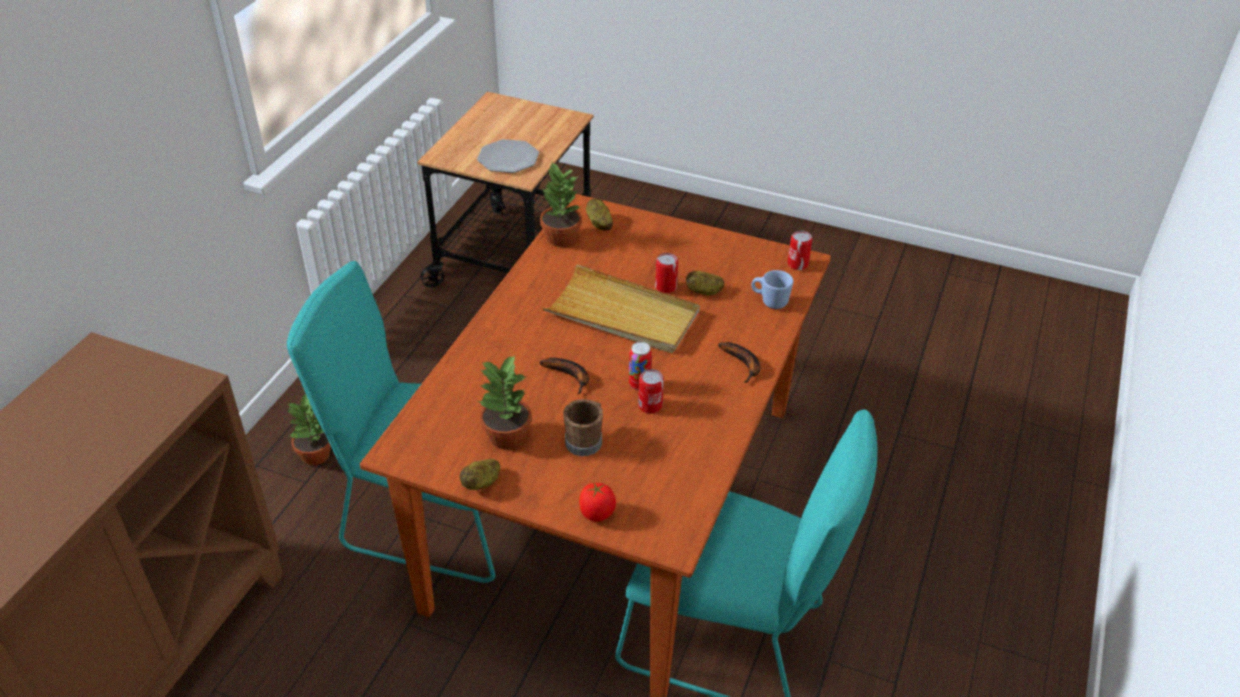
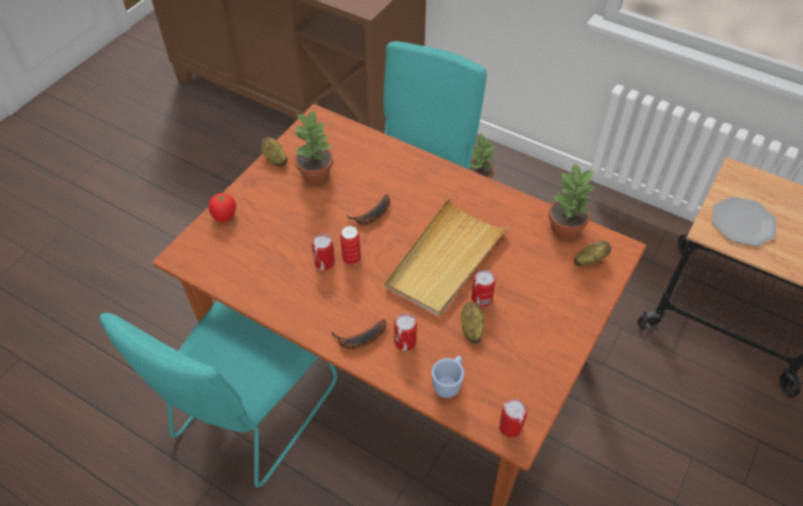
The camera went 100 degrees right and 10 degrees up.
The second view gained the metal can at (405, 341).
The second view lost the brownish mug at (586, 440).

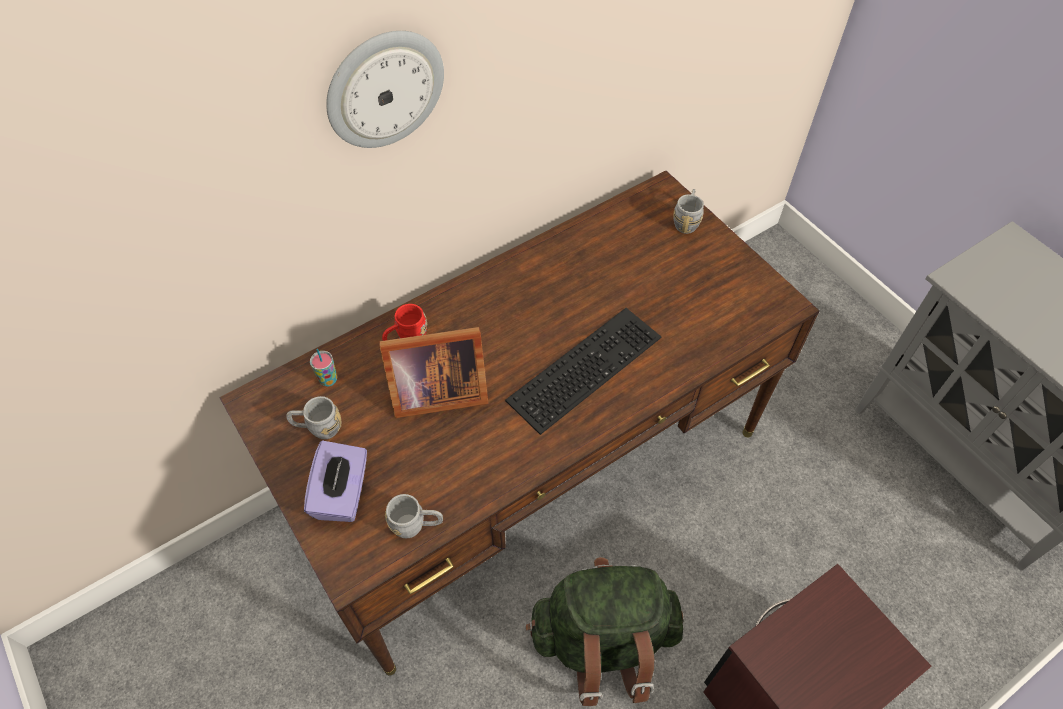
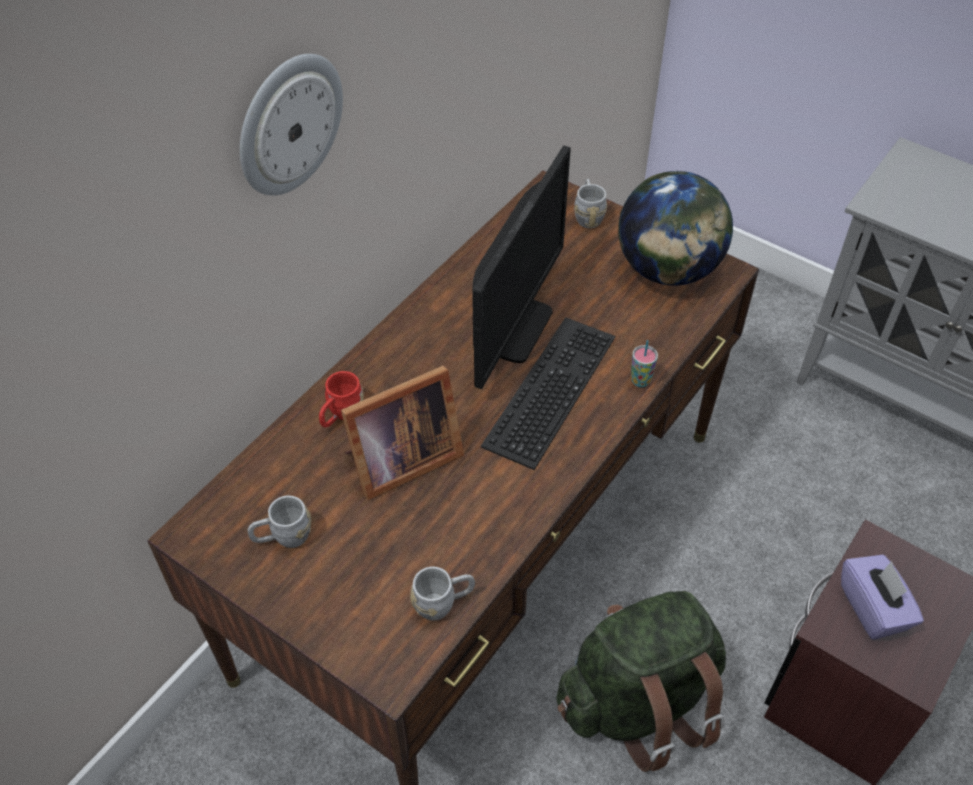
The camera went 20 degrees left and 5 degrees down.
The second view gained the computer screen at (514, 328).
The second view gained the globe at (667, 270).
The drinking cup ended up elsewhere, having gone from (328, 380) to (640, 381).
The purple-coloured tissue holder ended up elsewhere, having gone from (343, 493) to (873, 608).

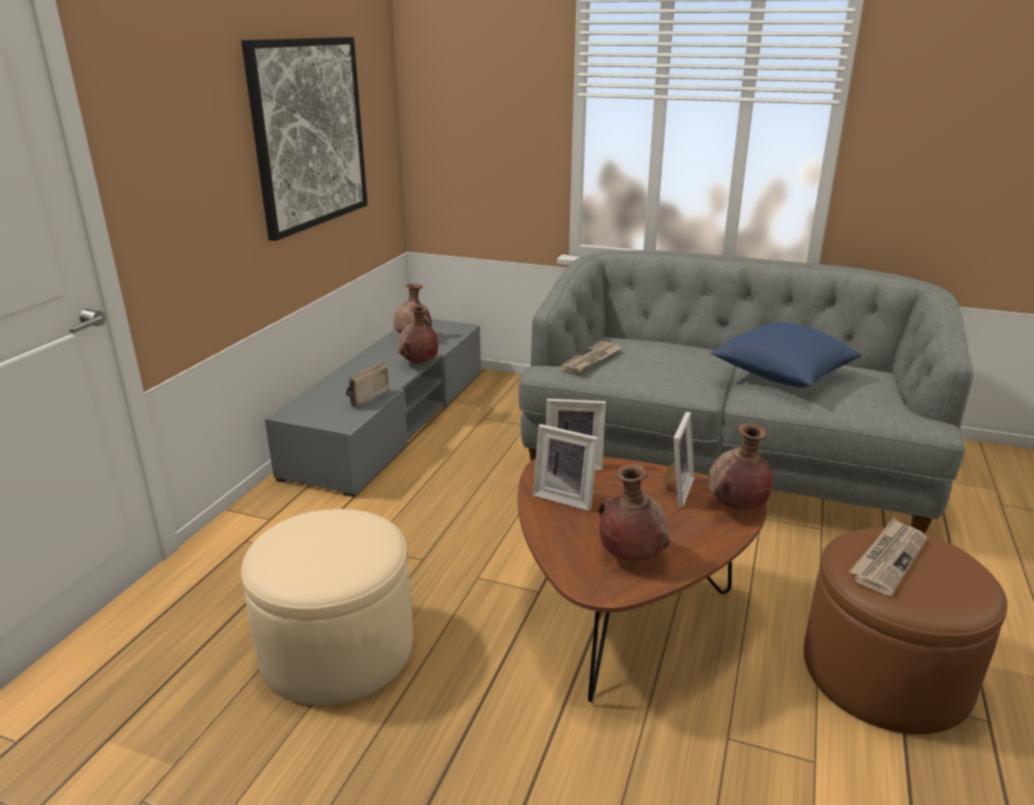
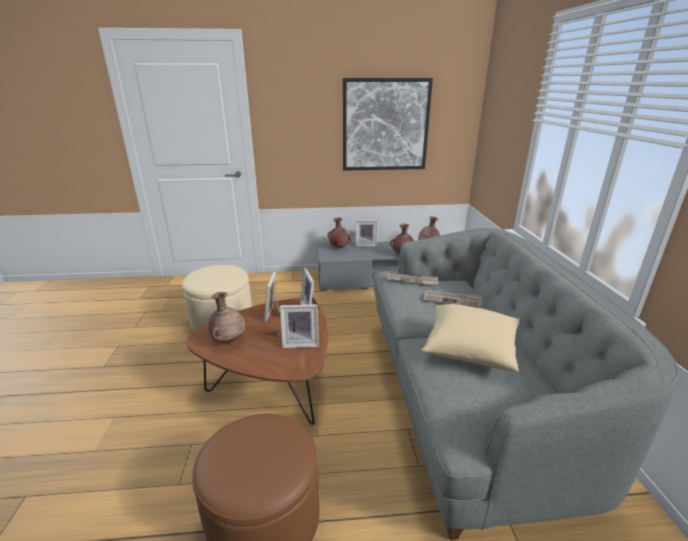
The camera went 65 degrees right and 0 degrees up.
The brownish flower vase ended up elsewhere, having gone from (735, 507) to (339, 247).
The second view gained the picture frame at (366, 244).
What was the blue cushion at (782, 375) turned into the sand-coloured cushion at (469, 349).
The newspaper ended up elsewhere, having gone from (888, 558) to (452, 300).
The second view lost the radio receiver at (363, 398).

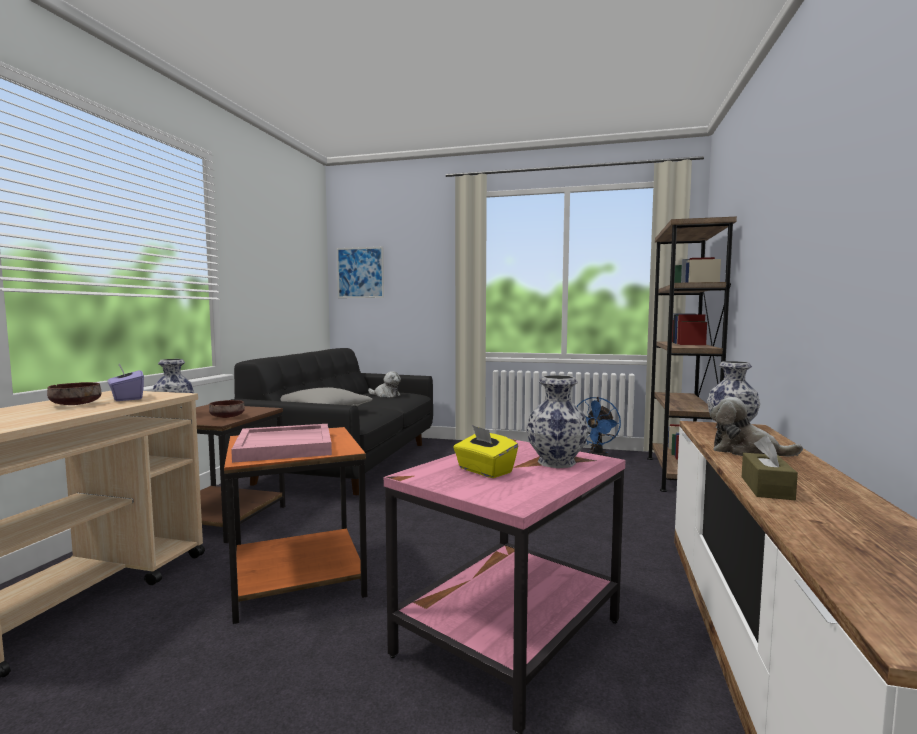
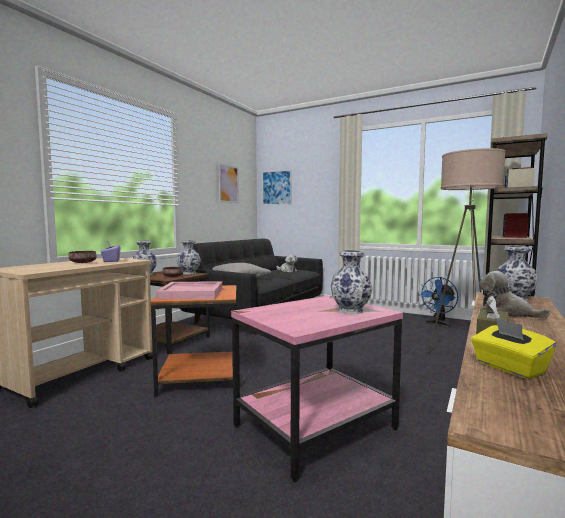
The camera went 15 degrees right and 0 degrees up.
The second view gained the flower vase at (188, 273).
The second view gained the wall art at (228, 184).
The second view gained the sand-coloured floor lamp at (462, 360).
The yellow tissue holder ended up elsewhere, having gone from (484, 471) to (509, 368).

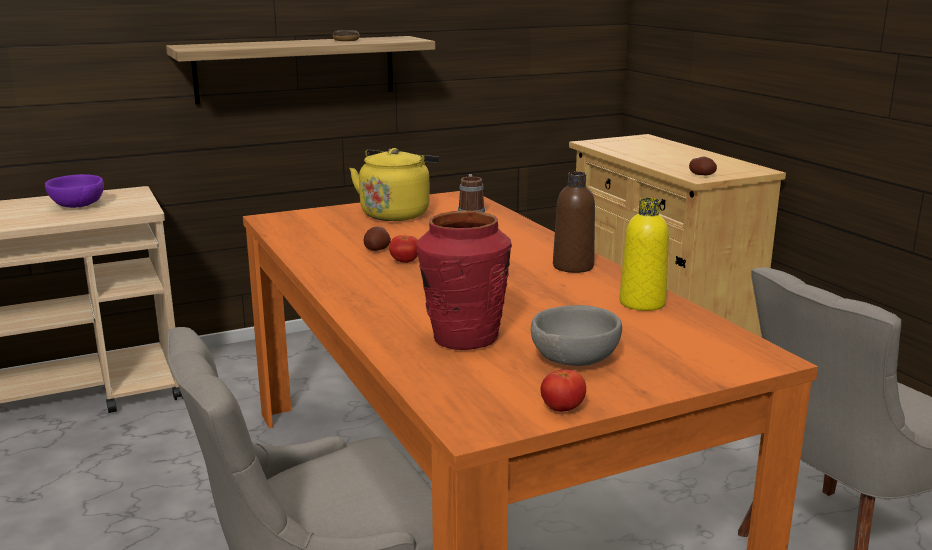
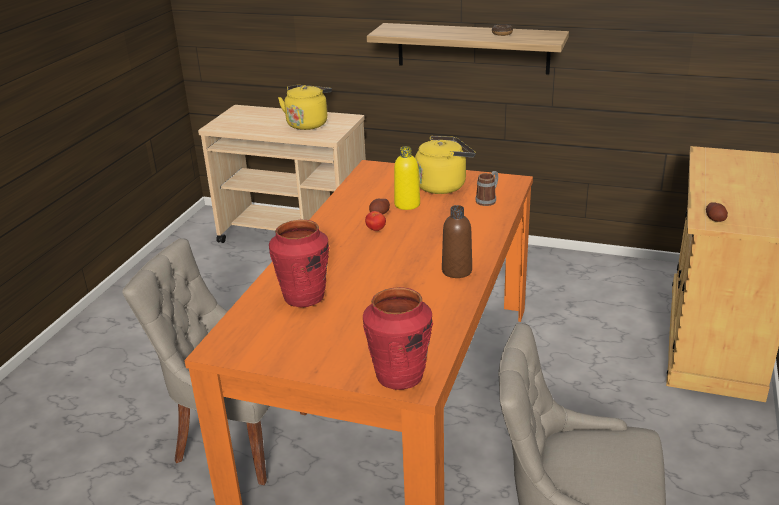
The camera went 45 degrees right and 10 degrees up.
Where the purple-coloured deep dish stood at (78, 205), the yellow water kettle came to stand at (308, 123).
The second view gained the red-coloured flower vase at (399, 376).
The yellow beverage bottle ended up elsewhere, having gone from (642, 303) to (407, 204).
The second view lost the gray deep dish at (576, 360).
The second view lost the fresh tomato at (562, 409).

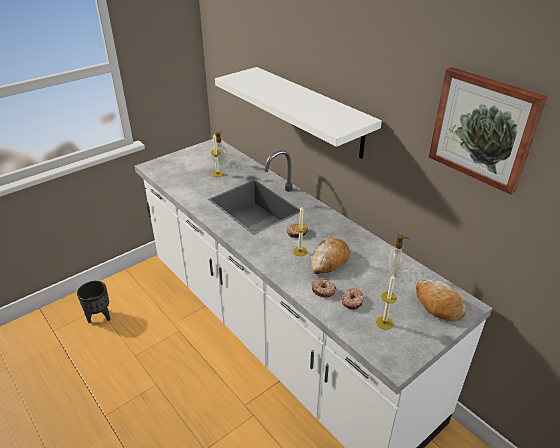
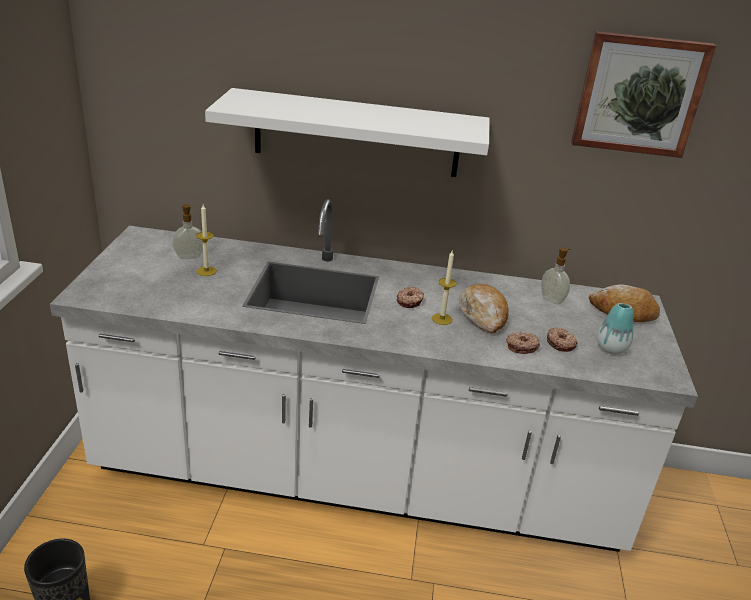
The camera went 45 degrees left and 5 degrees down.
Where the wax light stood at (384, 323), the flower vase came to stand at (611, 348).

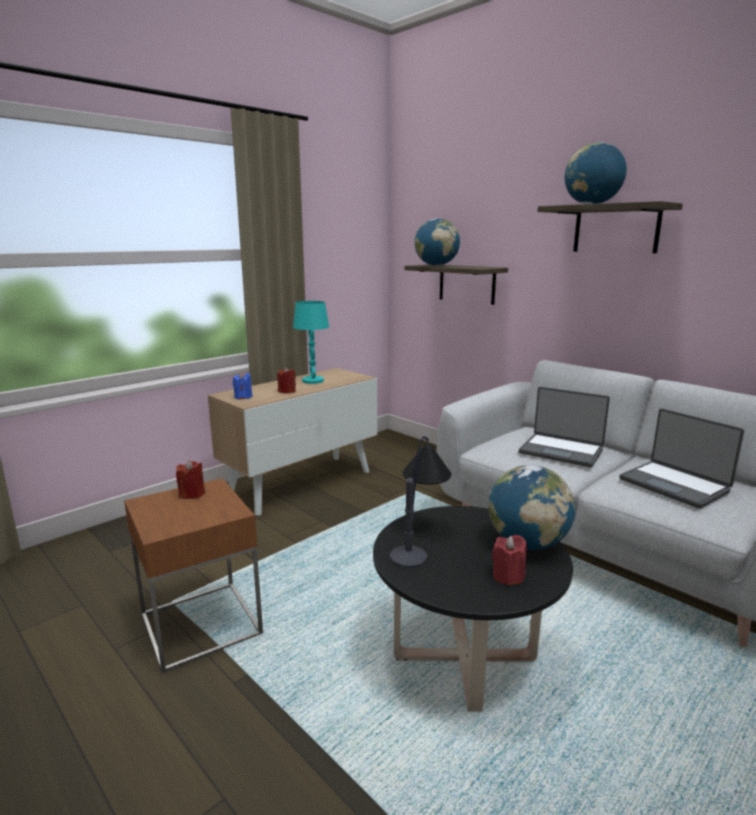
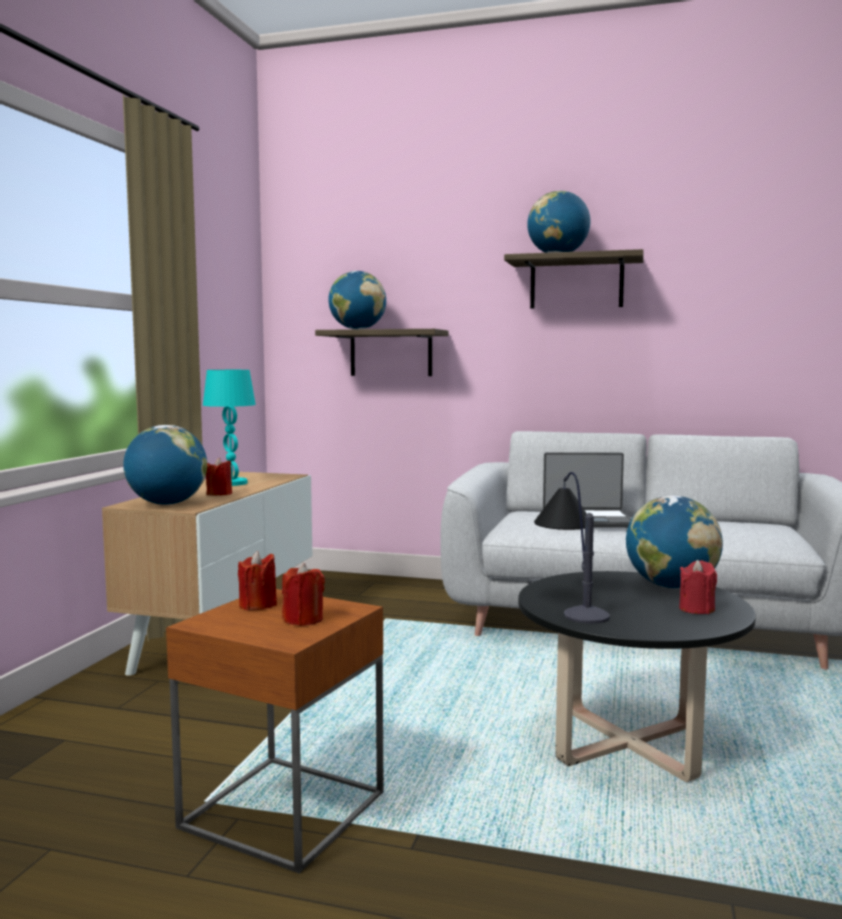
The camera went 30 degrees left and 10 degrees down.
Where the blue wax light stood at (243, 397), the globe came to stand at (167, 504).
The second view gained the red-coloured wax light at (303, 620).
The second view lost the portable computer at (674, 485).

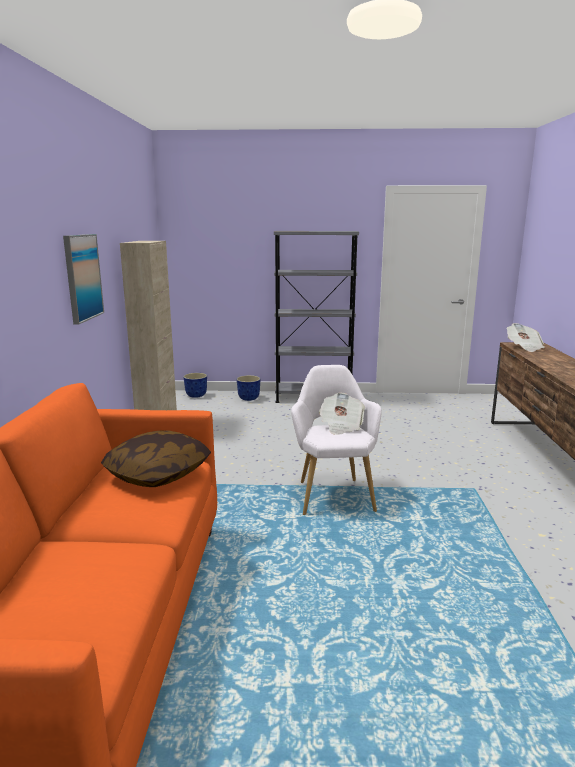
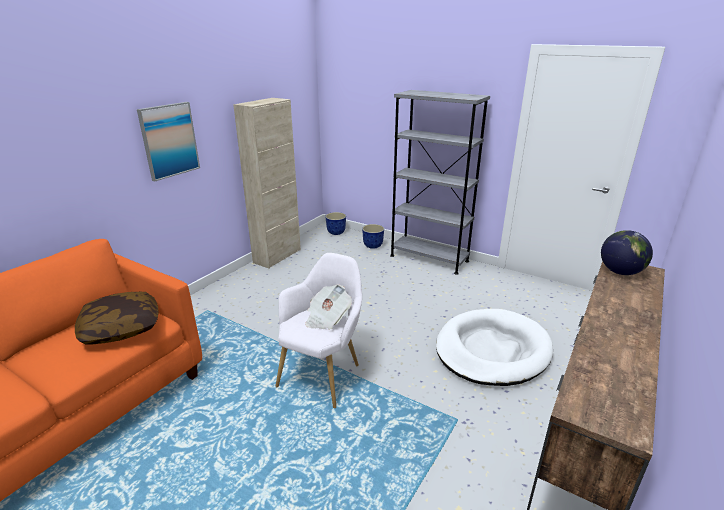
The camera went 30 degrees right and 10 degrees up.
The second view gained the whitish pet bed at (492, 350).
Where the newspaper stood at (524, 347), the globe came to stand at (620, 272).

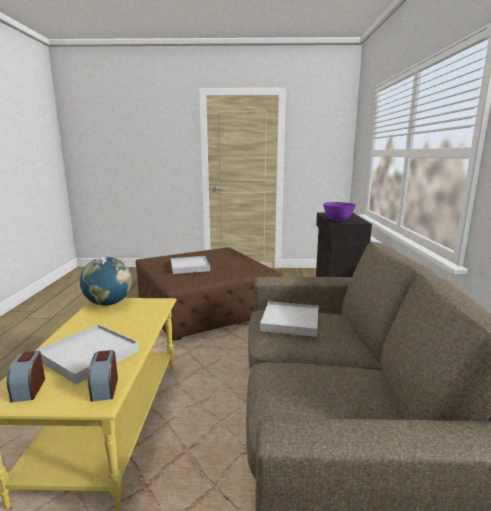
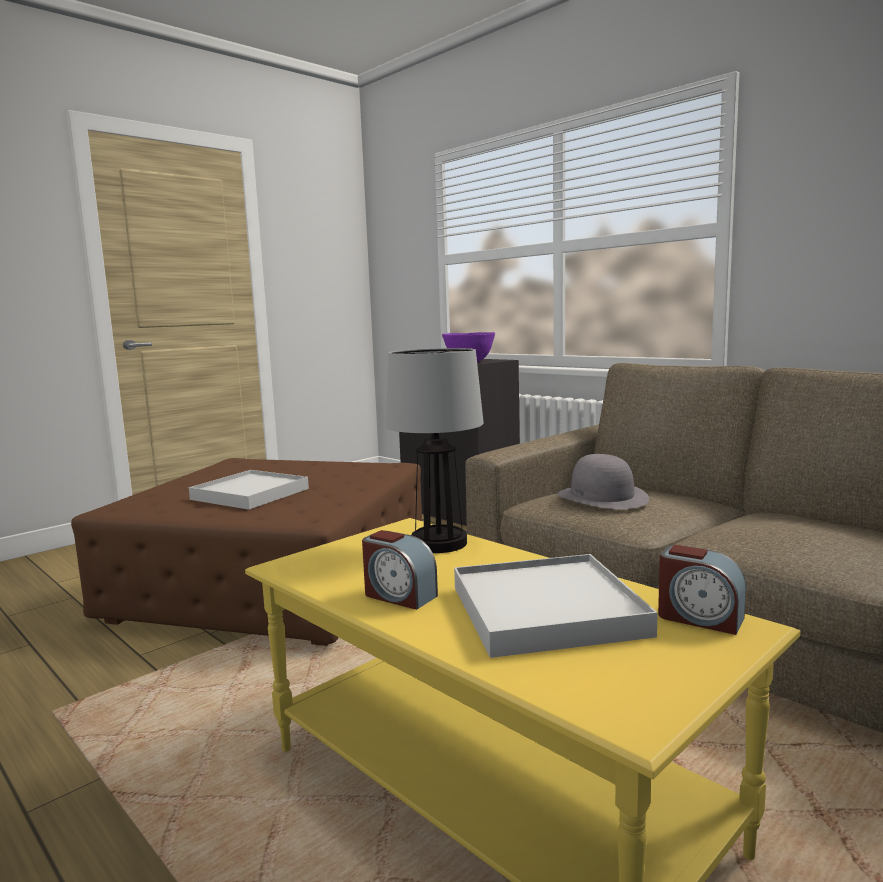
The camera went 45 degrees left and 5 degrees down.
The table clock ended up elsewhere, having gone from (29, 389) to (399, 596).
The second view gained the lamp for a table at (438, 543).
Where the whitish carrying tray stood at (290, 321), the gray clothing hat came to stand at (602, 497).
The second view lost the globe at (108, 303).

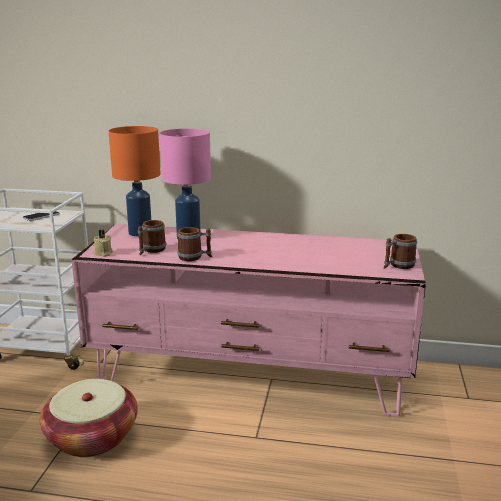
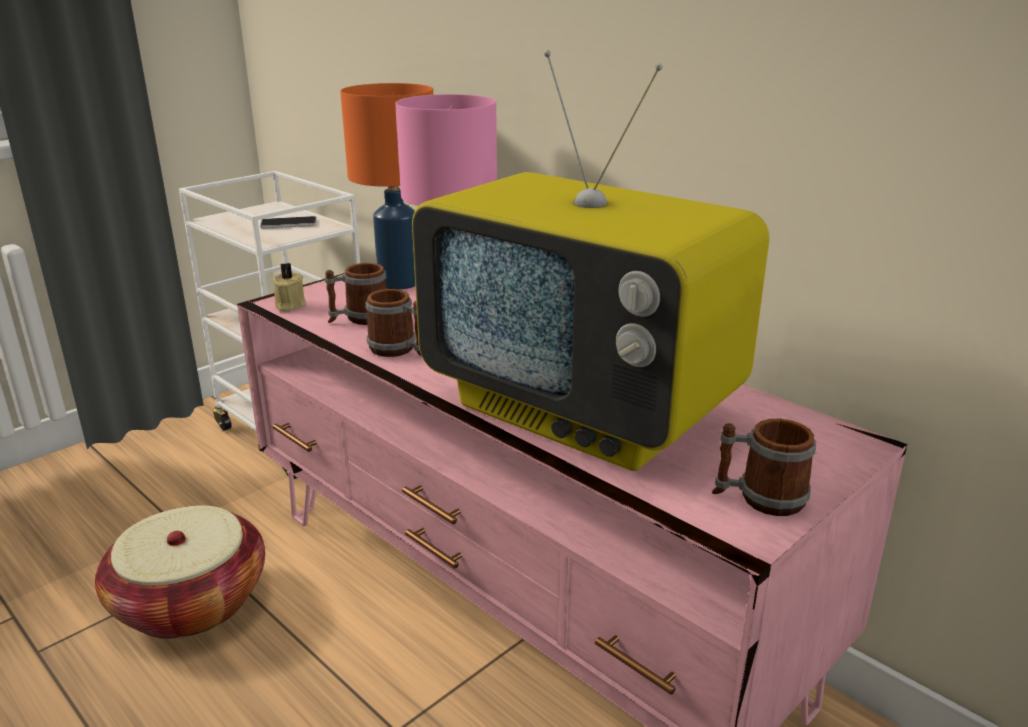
The camera went 35 degrees right and 5 degrees up.
The second view gained the television at (584, 411).

